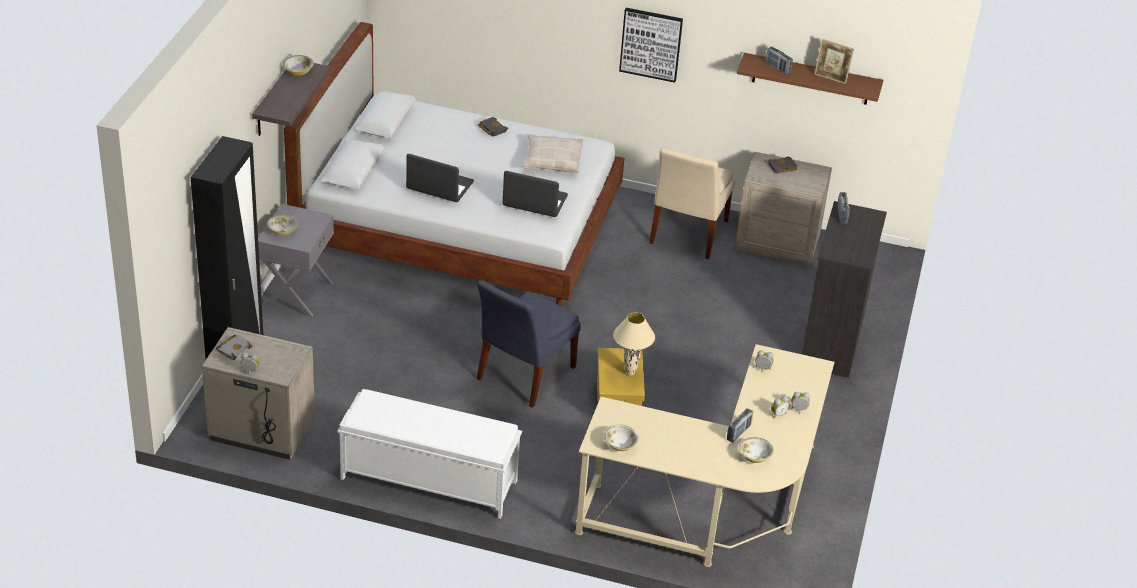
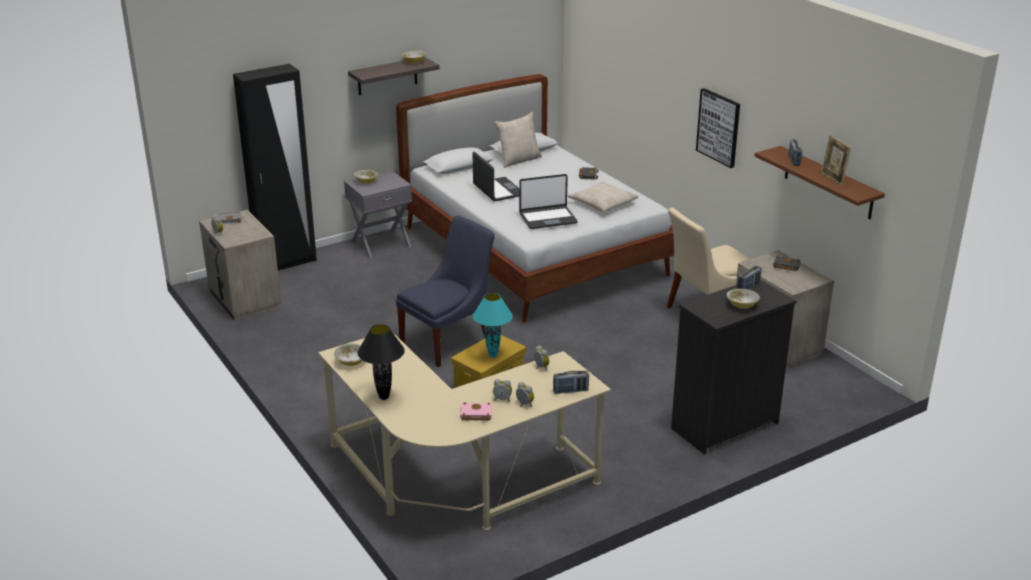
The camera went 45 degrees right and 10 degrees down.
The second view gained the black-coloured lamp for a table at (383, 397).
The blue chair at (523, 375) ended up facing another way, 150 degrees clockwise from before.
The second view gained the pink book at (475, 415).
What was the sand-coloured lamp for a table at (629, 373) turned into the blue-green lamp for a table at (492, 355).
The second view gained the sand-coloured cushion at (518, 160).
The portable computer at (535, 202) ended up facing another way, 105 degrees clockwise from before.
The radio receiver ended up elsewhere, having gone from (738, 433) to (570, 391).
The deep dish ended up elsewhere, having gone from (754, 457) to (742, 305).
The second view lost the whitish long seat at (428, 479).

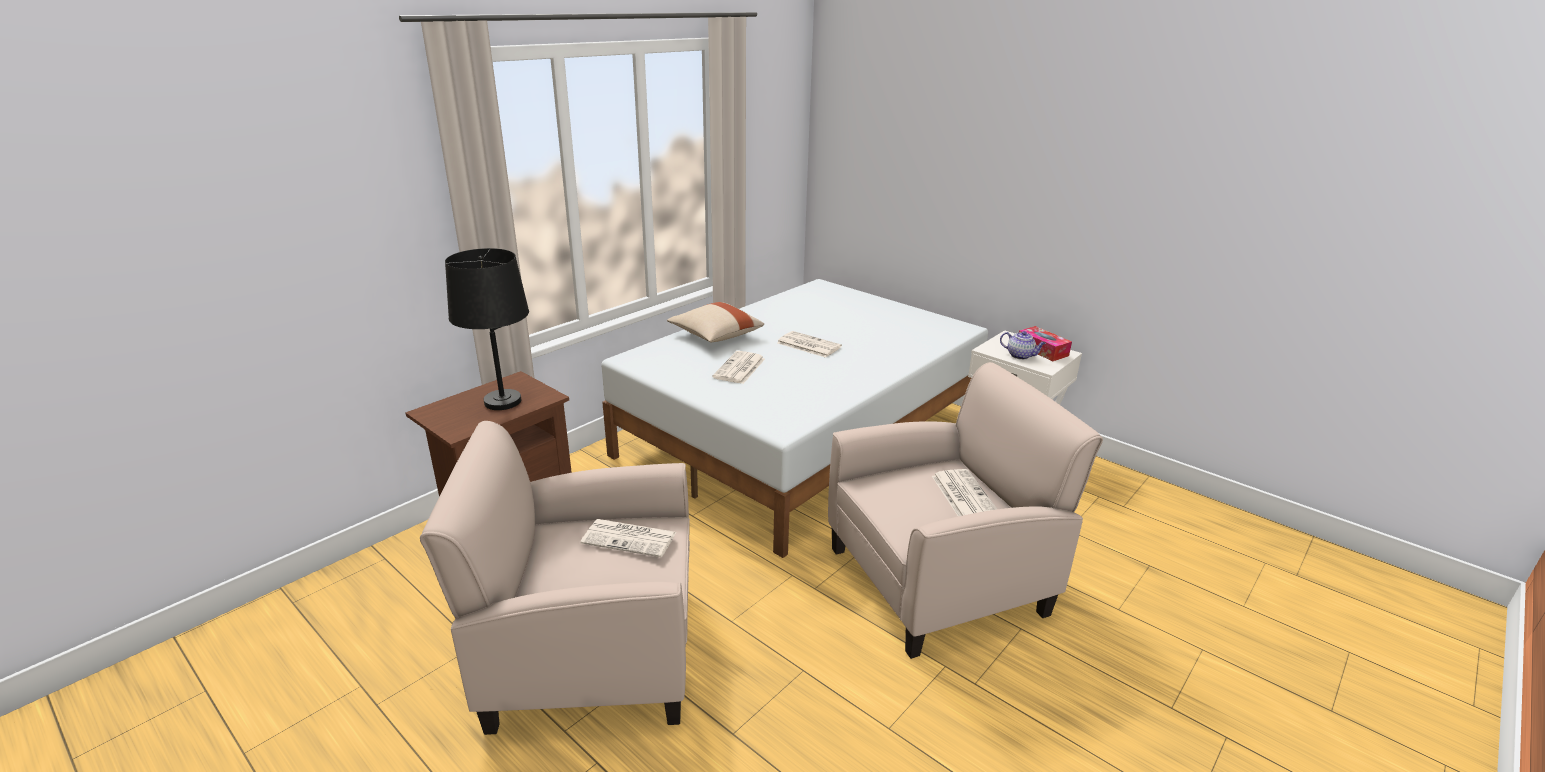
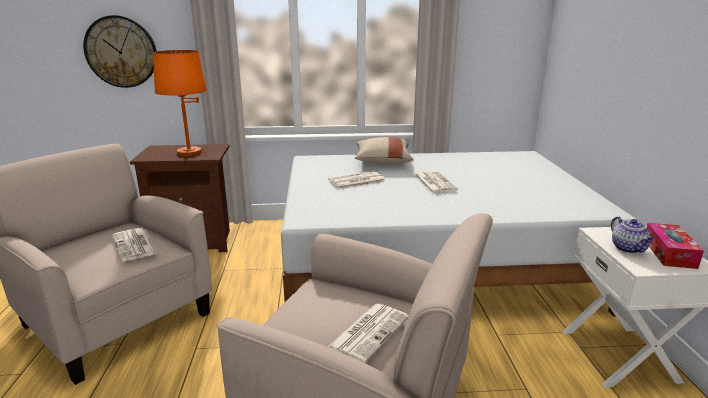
The camera went 45 degrees right and 5 degrees down.
The second view gained the wall clock at (121, 52).
What was the black-coloured lamp for a table at (503, 402) turned into the orange-coloured lamp for a table at (189, 153).

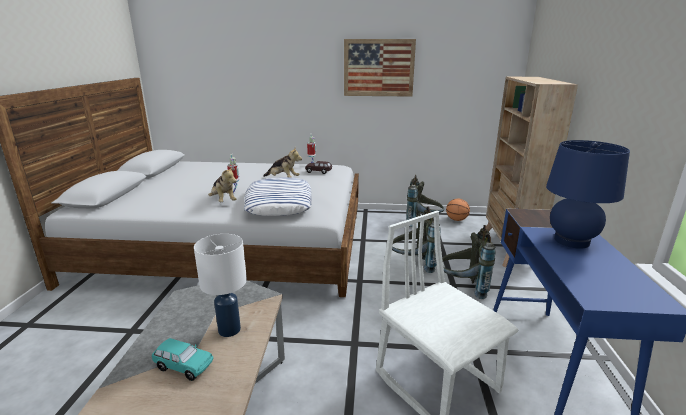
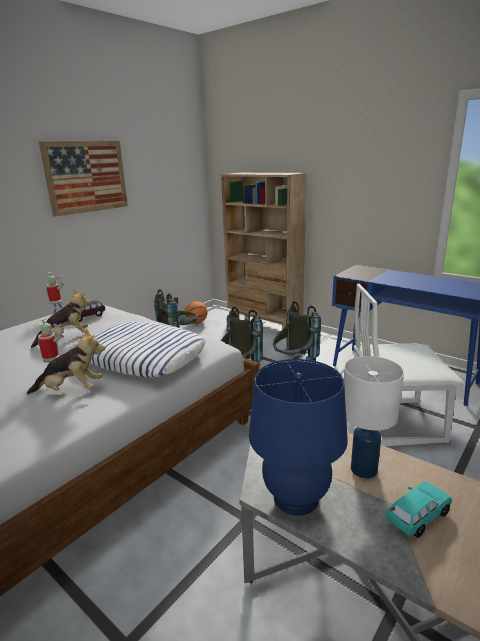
The camera went 55 degrees left and 0 degrees up.
The blue lamp for a table ended up elsewhere, having gone from (571, 241) to (296, 497).

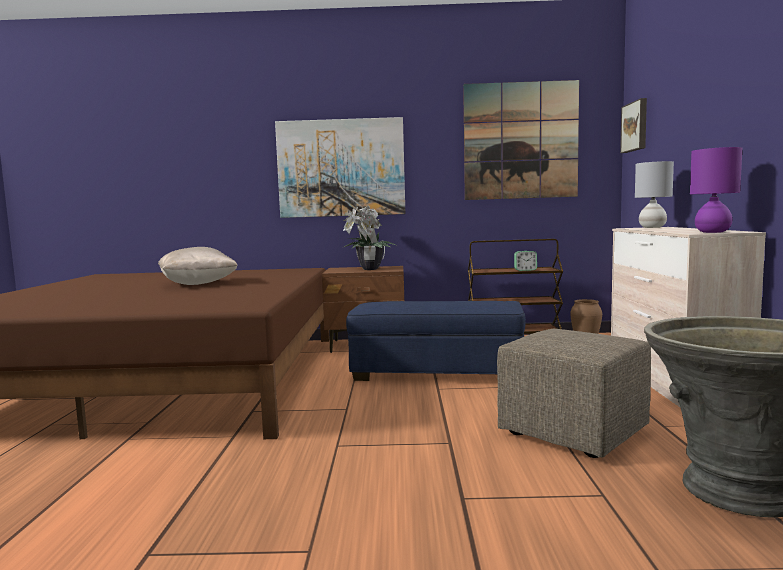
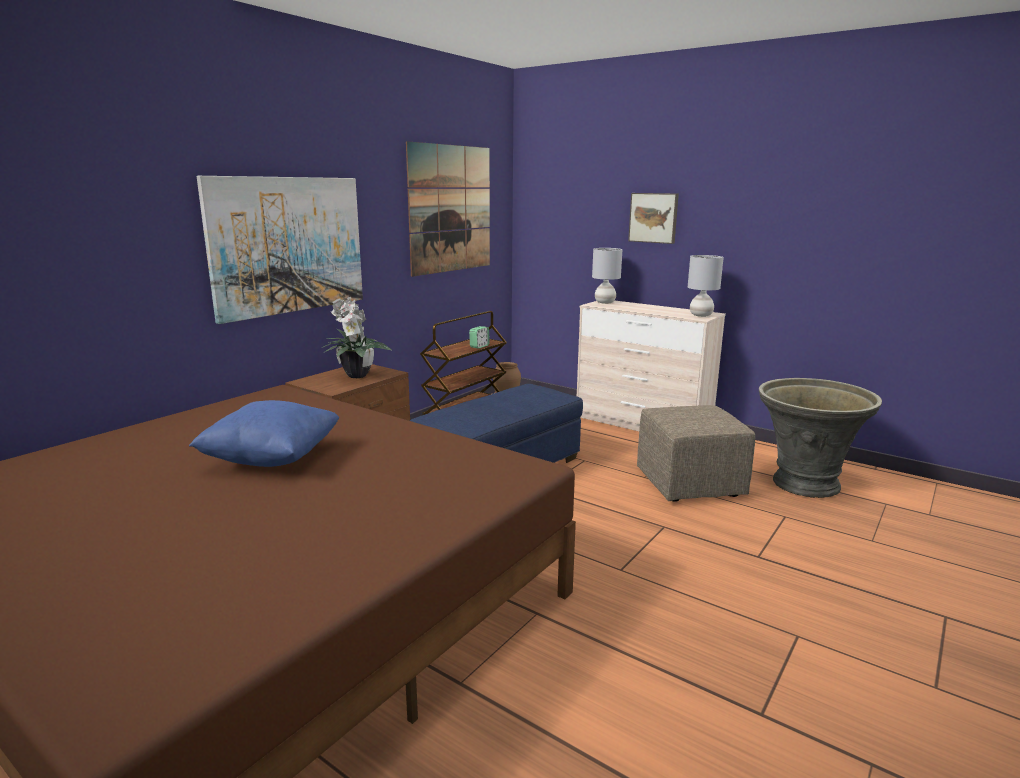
The camera went 55 degrees left and 10 degrees up.
What was the sand-coloured cushion at (198, 284) turned into the blue cushion at (272, 458).
The wall art ended up elsewhere, having gone from (635, 126) to (653, 217).
What was the purple-coloured lamp for a table at (713, 232) turned into the gray lamp for a table at (701, 315).

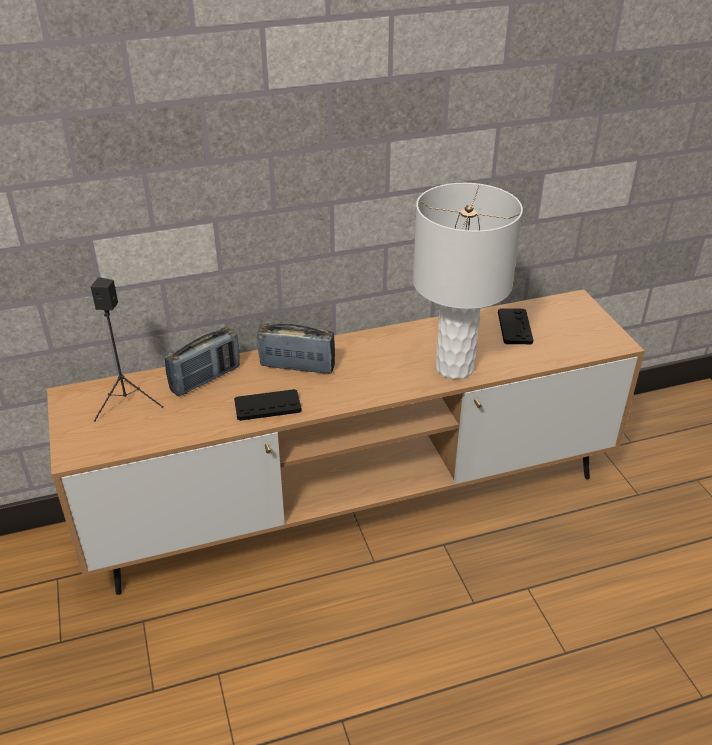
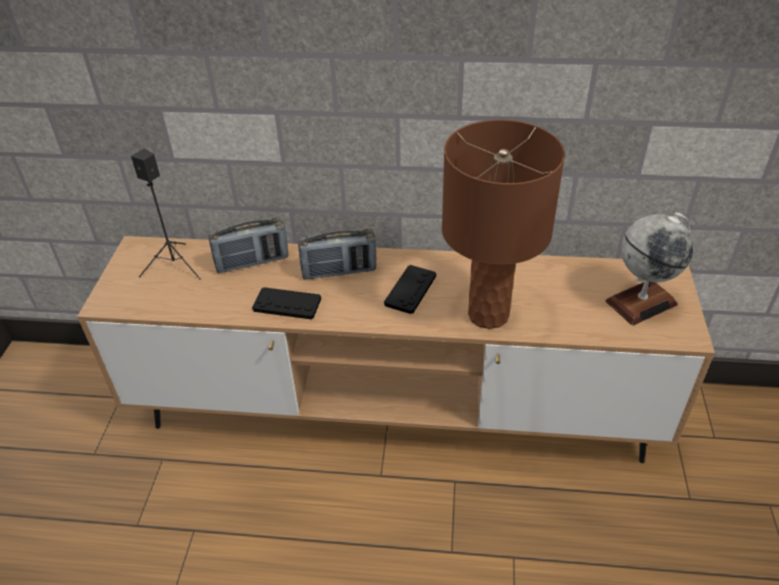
The camera went 25 degrees right and 5 degrees up.
The radio receiver at (297, 366) ended up facing another way, 135 degrees clockwise from before.
The black-coloured gamepad ended up elsewhere, having gone from (514, 327) to (410, 290).
What was the whitish lamp for a table at (455, 367) turned into the brownish lamp for a table at (489, 314).
The second view gained the globe at (641, 302).

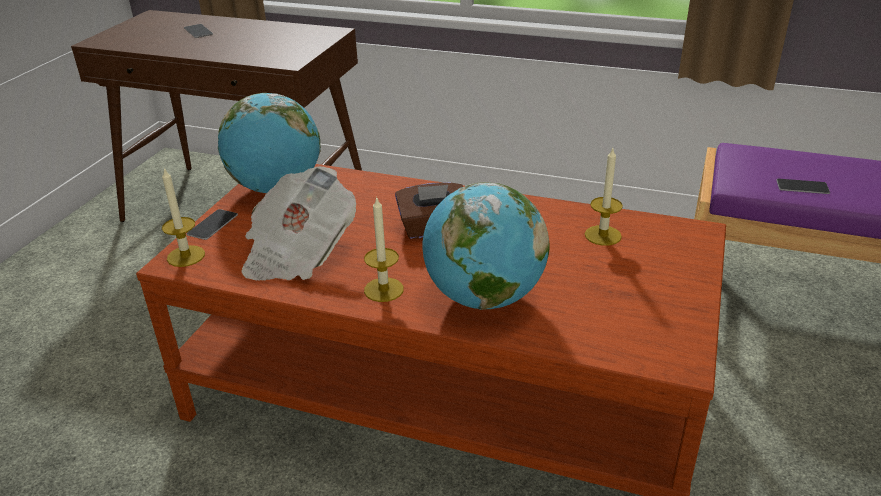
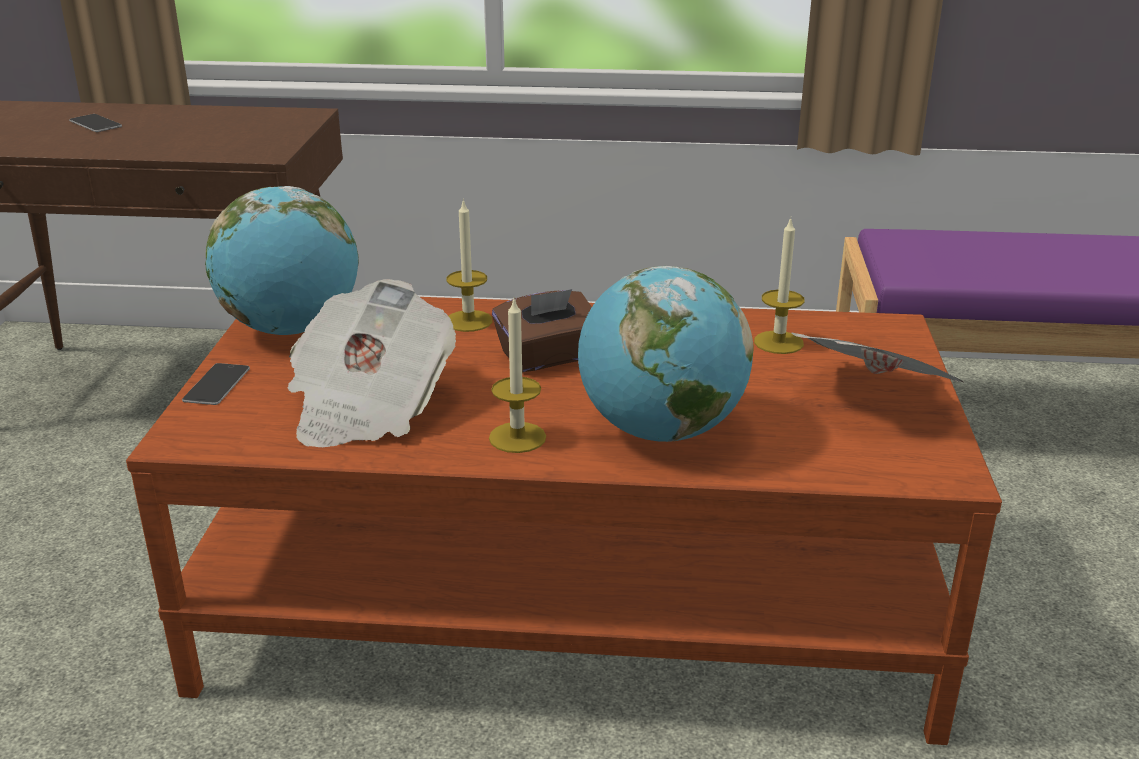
The camera went 15 degrees left and 5 degrees down.
The wax light ended up elsewhere, having gone from (186, 256) to (468, 321).
The second view gained the newspaper at (876, 399).
The second view lost the handset at (802, 186).

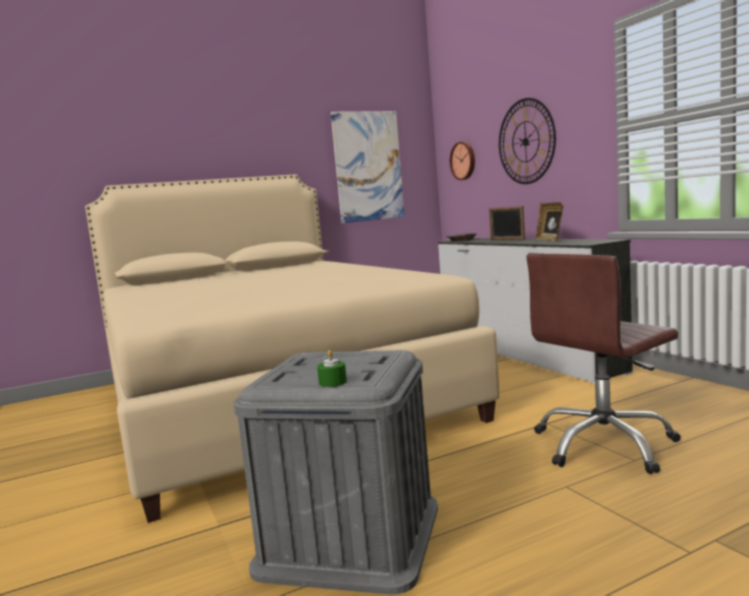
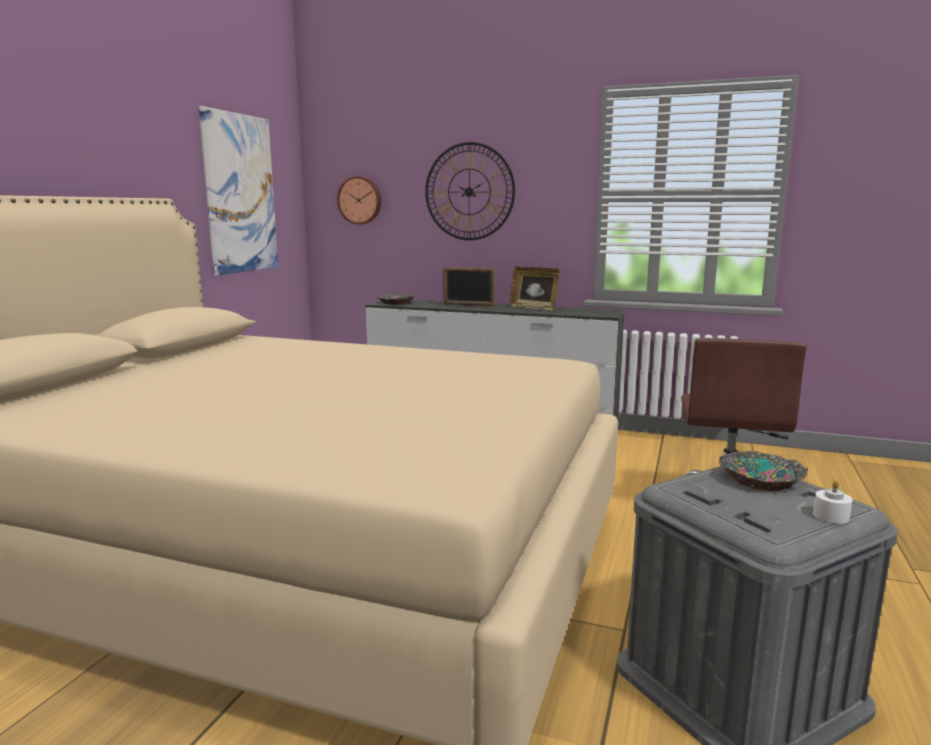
The camera went 45 degrees left and 5 degrees up.
The second view gained the deep dish at (761, 478).
What was the green-coloured wax light at (332, 382) turned into the whitish wax light at (831, 516).

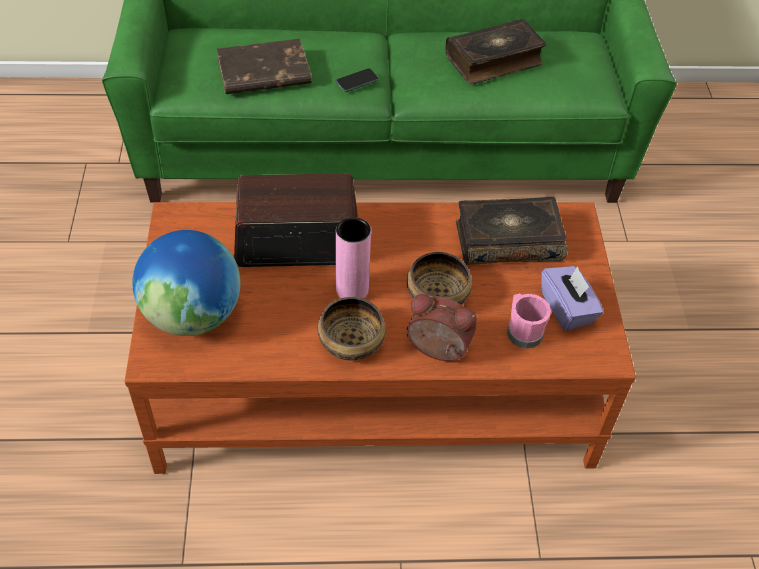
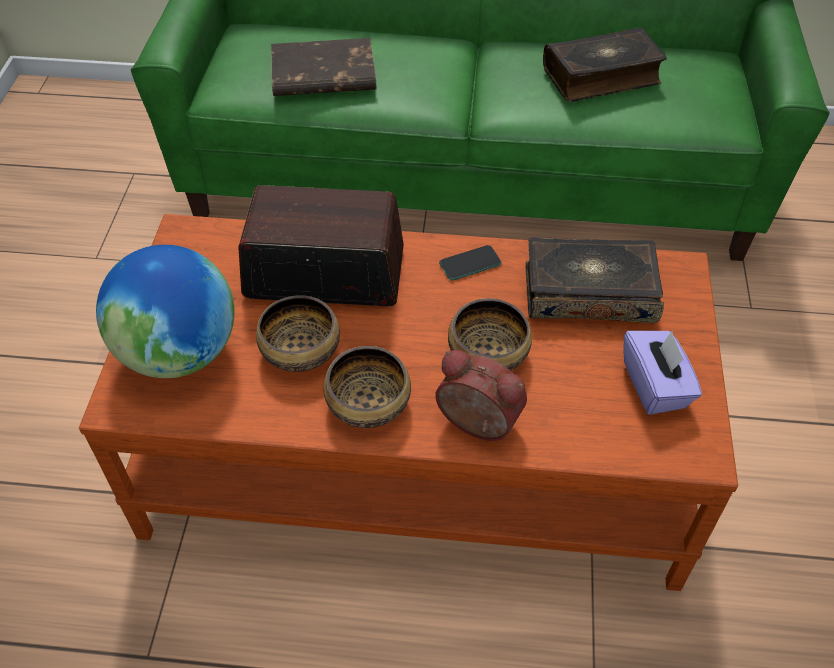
The camera went 10 degrees right and 0 degrees up.
The second view gained the deep dish at (300, 351).
The handset ended up elsewhere, having gone from (357, 81) to (470, 264).
The second view lost the pink flower vase at (352, 289).
The second view lost the pink mug at (522, 330).

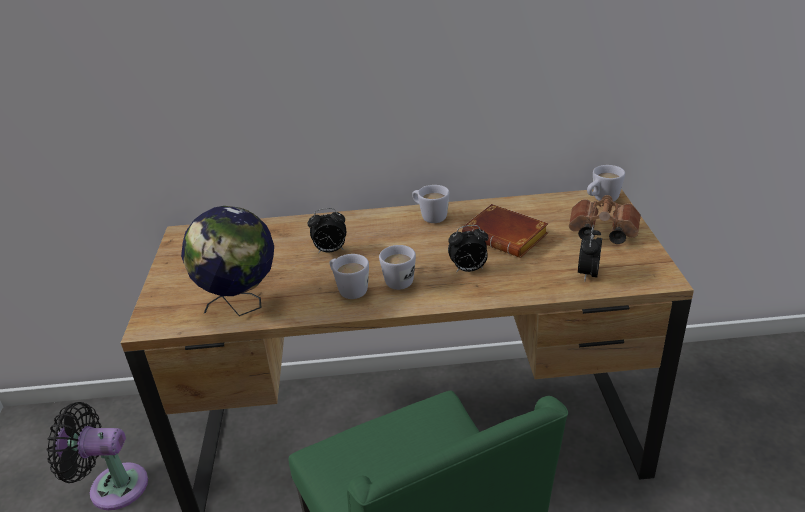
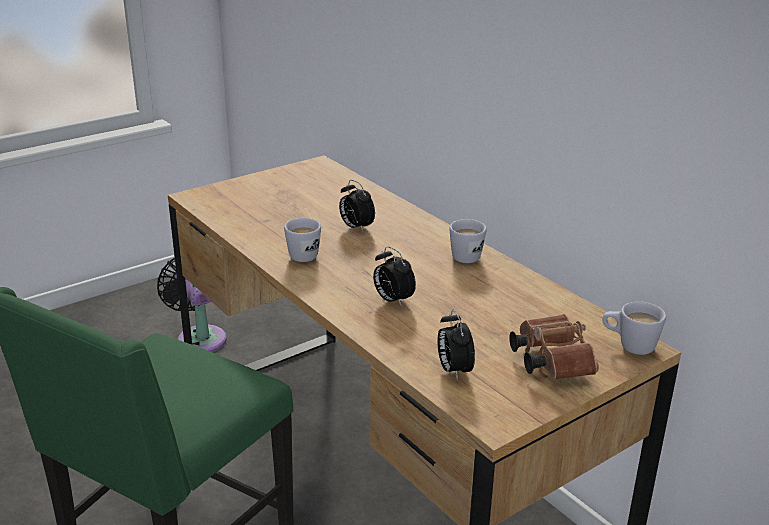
The camera went 55 degrees right and 5 degrees down.
The table clock at (588, 274) ended up facing another way, 90 degrees counterclockwise from before.
The second view lost the globe at (241, 306).
The second view lost the whitish mug at (400, 279).
The second view lost the brownish book at (508, 237).

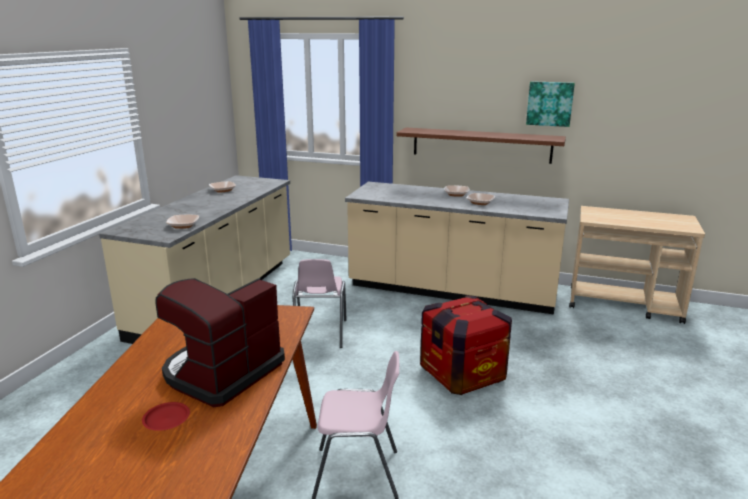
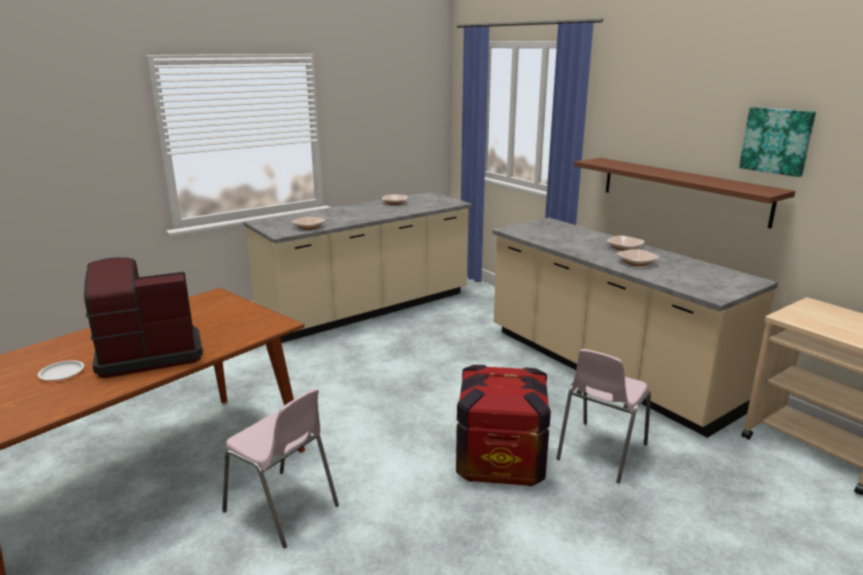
The camera went 35 degrees right and 0 degrees up.
What was the red-coloured dinner plate at (166, 419) turned into the whitish dinner plate at (61, 373).
The pink chair ended up elsewhere, having gone from (320, 334) to (600, 452).

